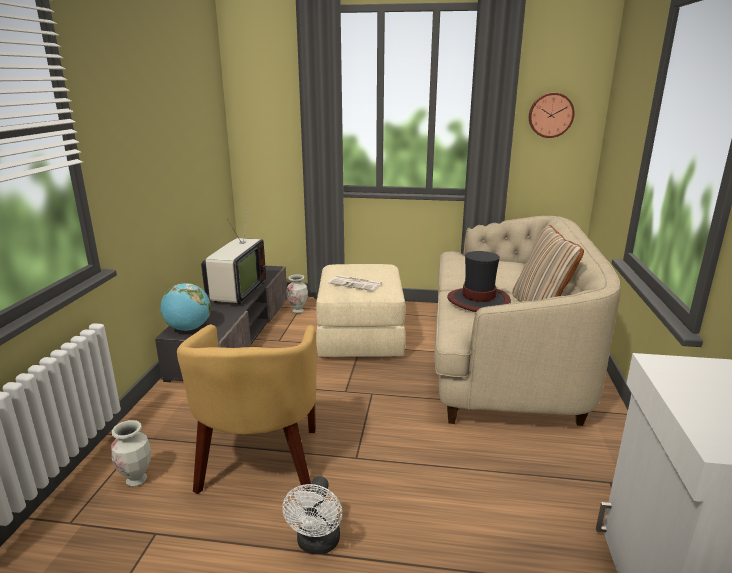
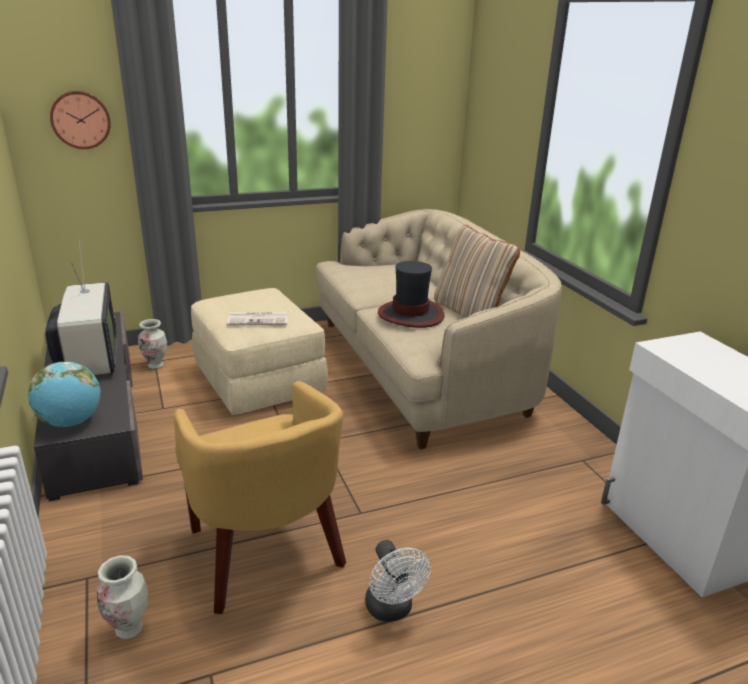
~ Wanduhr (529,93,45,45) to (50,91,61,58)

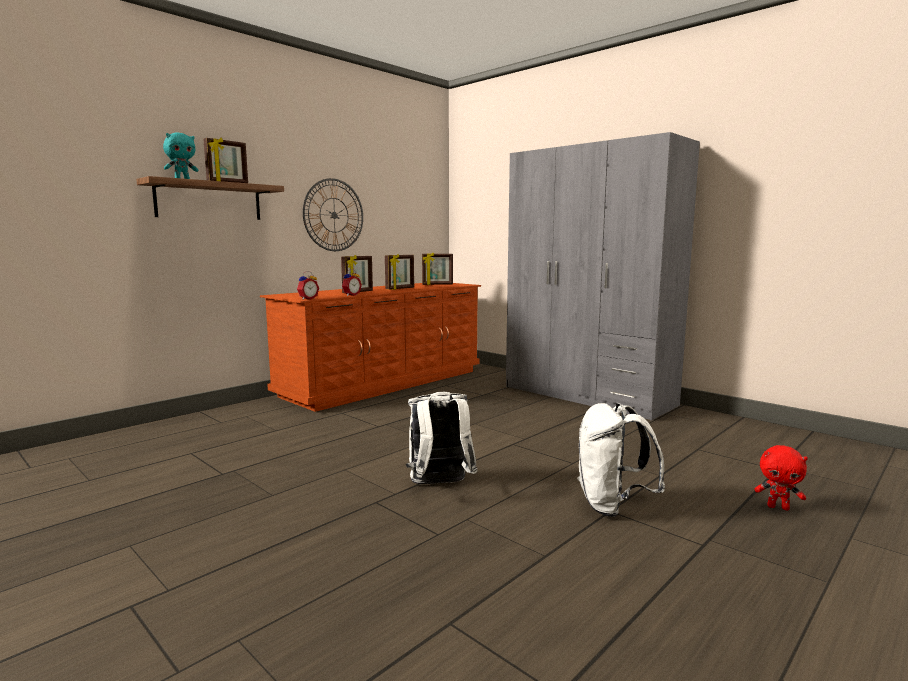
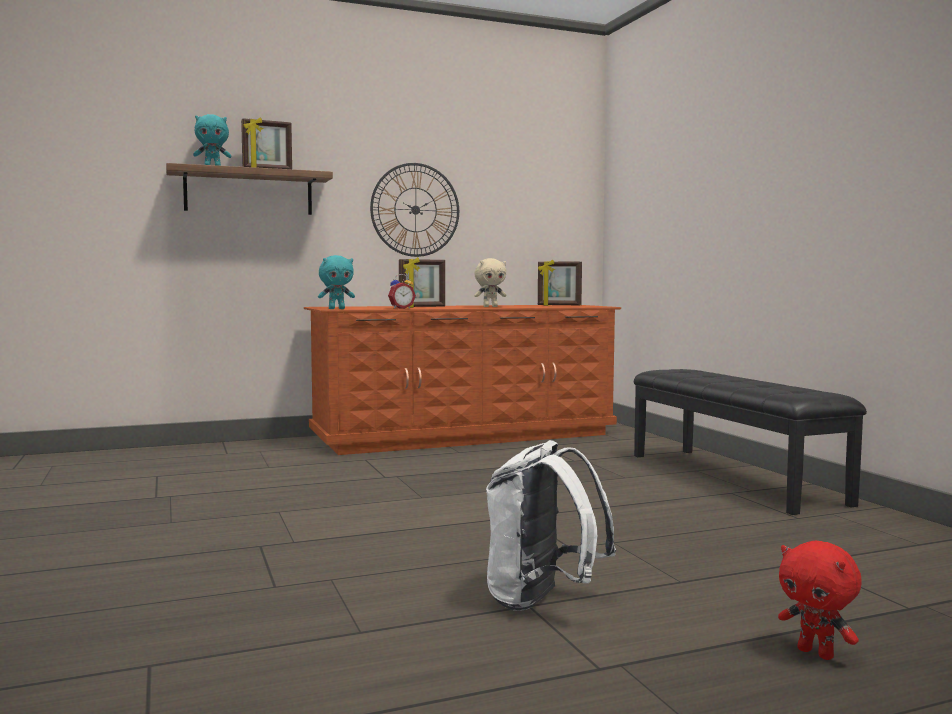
- Rucksack [weiß] (406,392,72,93)
~ Wecker (297,271,22,29) to Plüschtier [türkis] (318,255,37,54)
~ Bilderrahmen (385,254,29,36) to Plüschtier [beige] (474,258,32,49)
~ Kleiderschrank [grau] (506,132,194,289) to Bank [schwarz] (634,369,233,146)

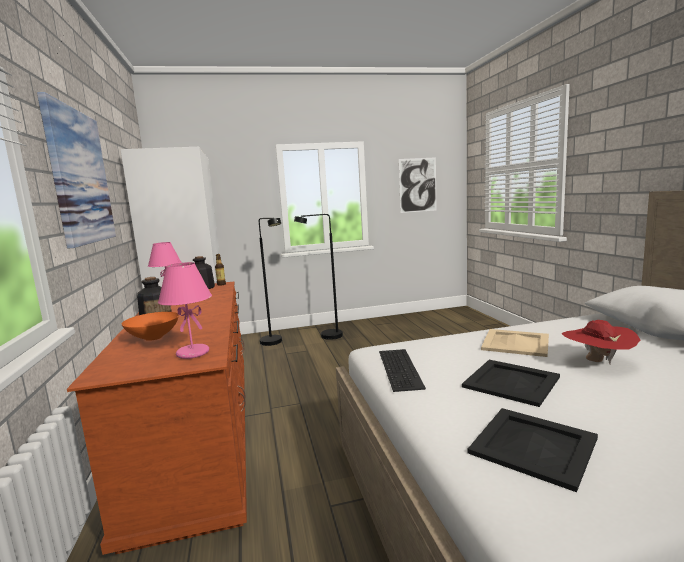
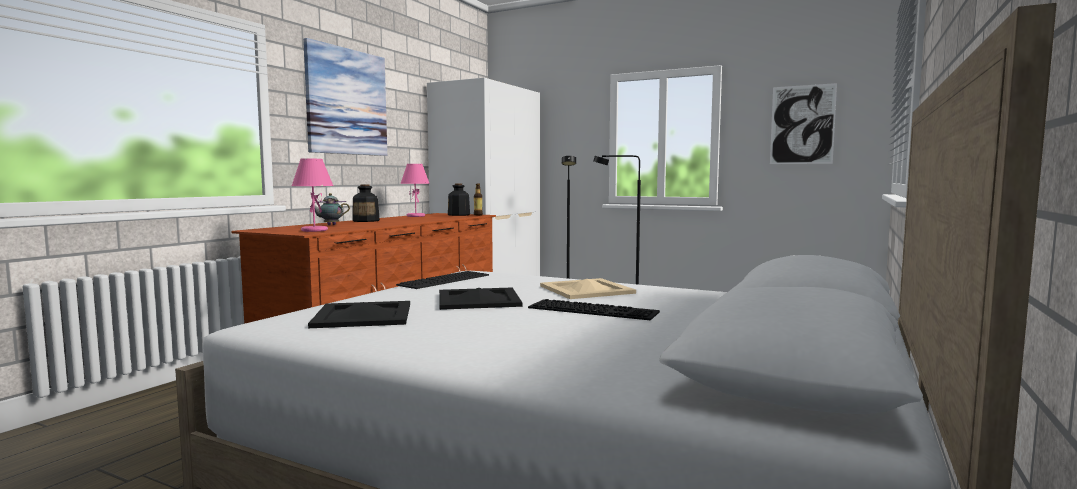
~ Schüssel [orange] (122,312,57,29) to Teekanne (310,193,40,32)
~ Hut [rot] (562,320,78,45) to Tastatur (528,299,132,22)

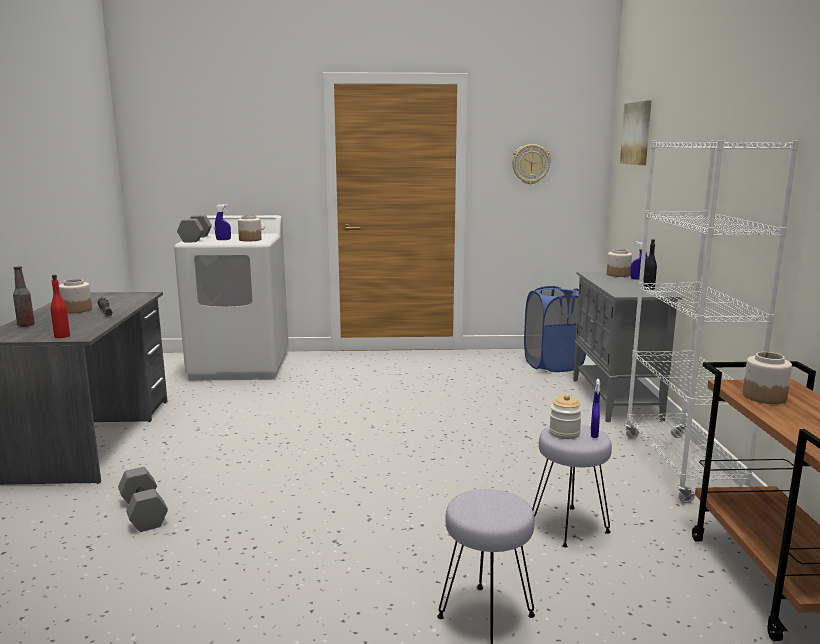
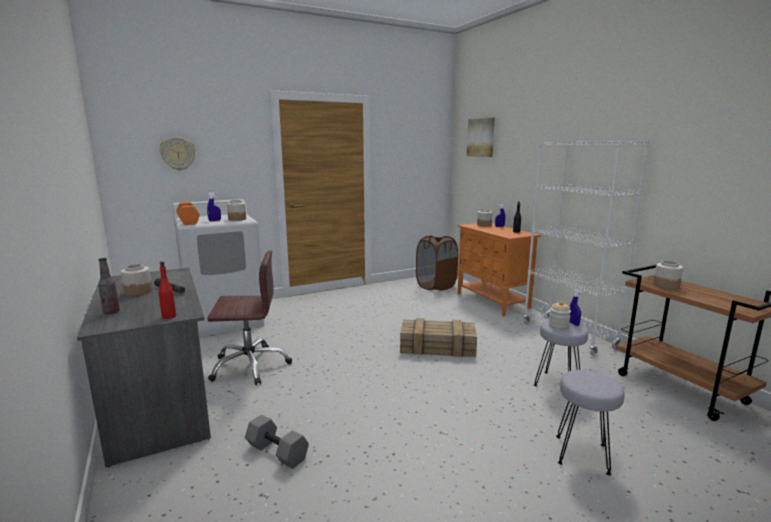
+ Bürostuhl [braun] (207,250,85,135)
+ Kiste (400,318,77,39)
~ Wanduhr (512,144,39,41) to (160,137,36,34)
~ Hantel [grau] (177,215,35,27) to Hantel [orange] (176,202,24,23)
~ Wäschekorb [blau] (524,286,62,86) to Wäschekorb [braun] (416,236,42,55)
~ Schrank [grau] (573,271,110,151) to Schrank [orange] (458,223,83,93)

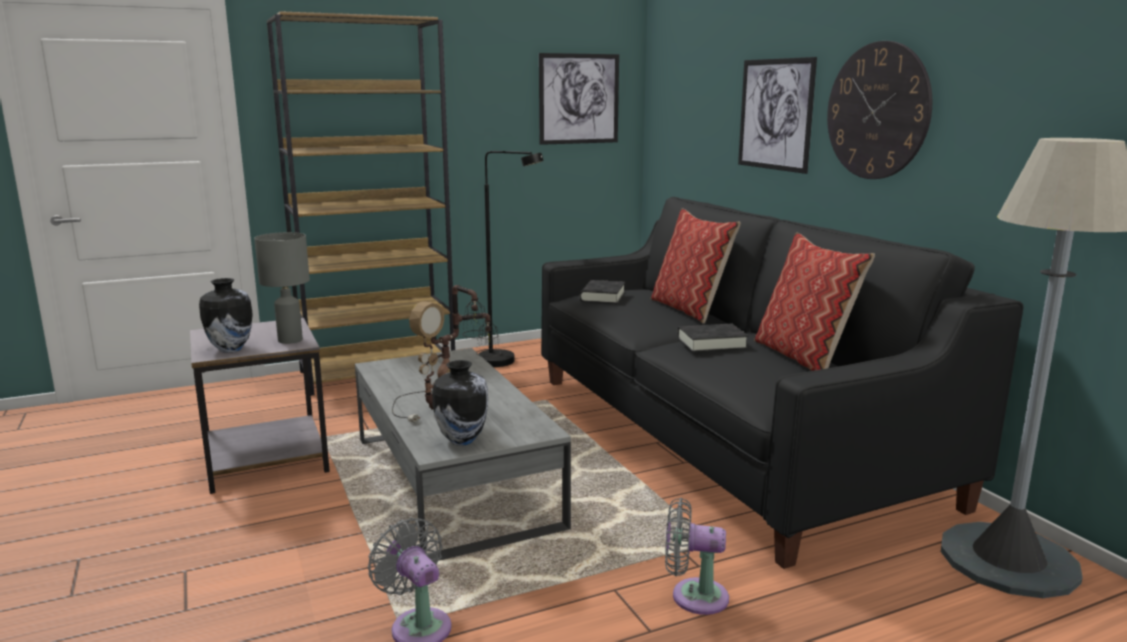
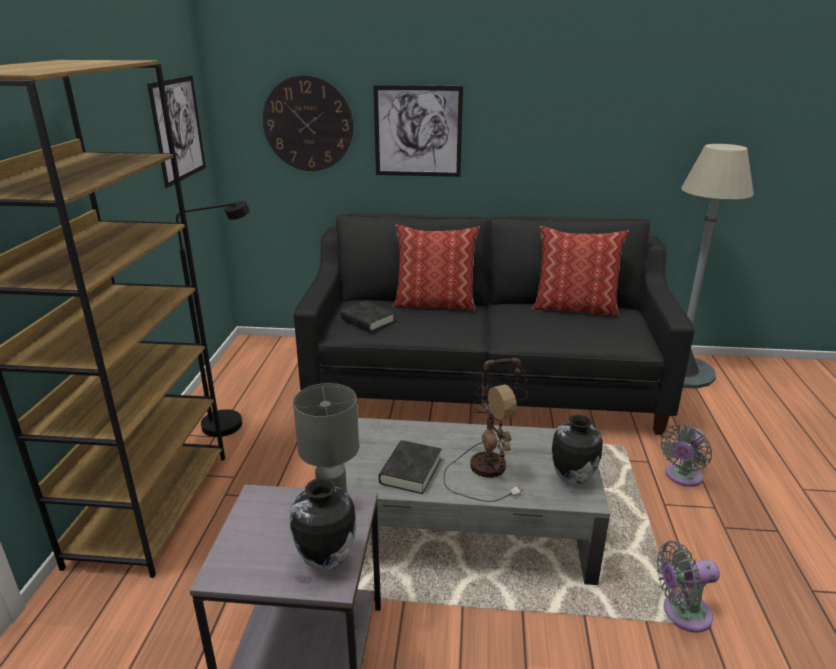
~ Buch [schwarz] (677,324,72,28) to (378,440,63,54)
~ Wanduhr (827,41,105,138) to (263,75,90,96)

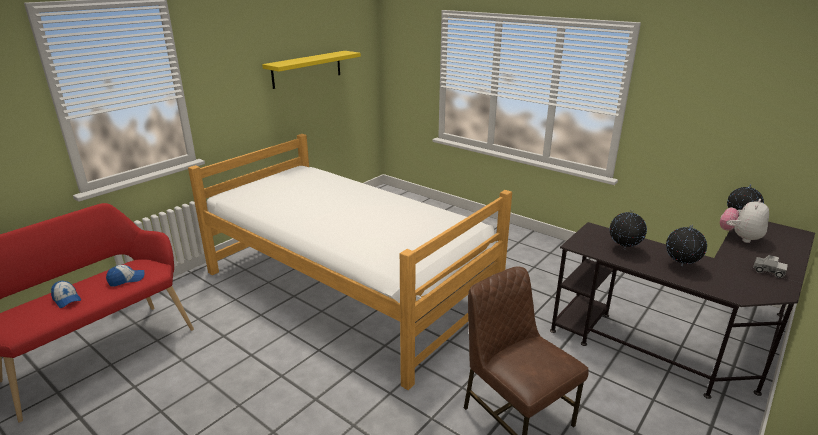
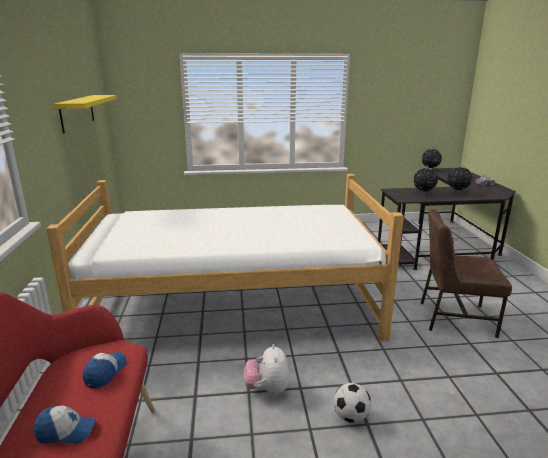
+ Fußball (333,383,38,40)
~ Plüschtier (720,199,49,44) to (244,344,46,51)

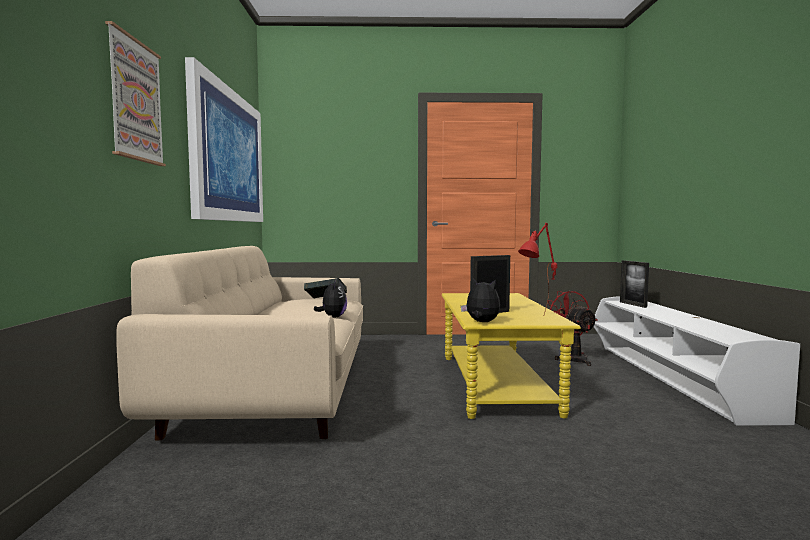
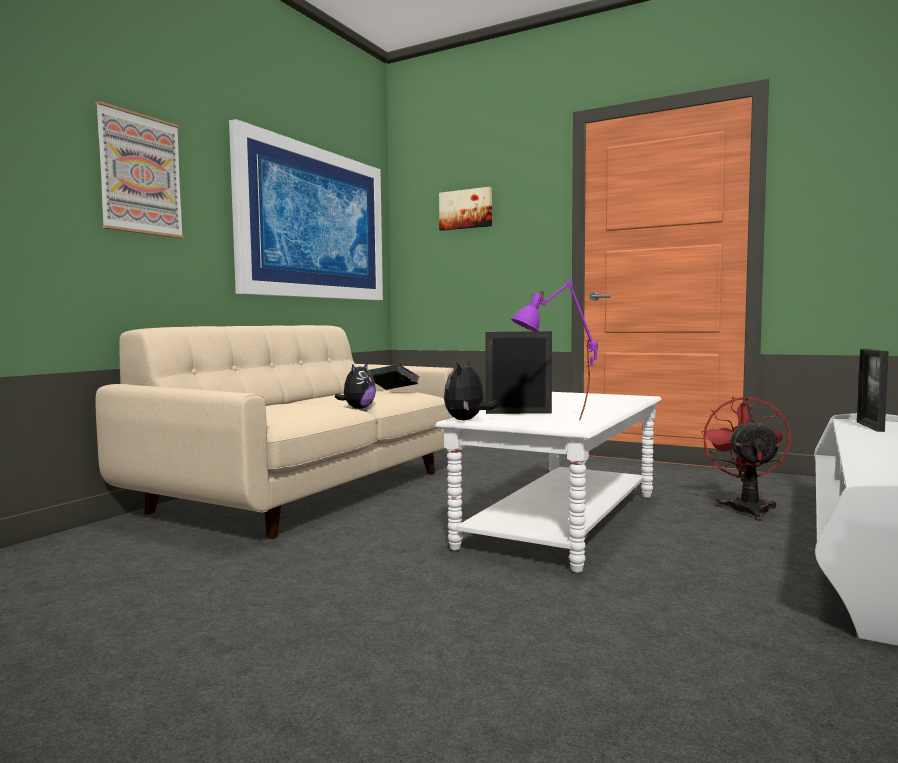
+ Bild (439,187,53,44)
~ Couchtisch [gelb] (442,293,139,126) to Couchtisch [weiß] (435,392,226,180)
~ Tischlampe [rot] (518,223,40,92) to Tischlampe [lila] (511,280,87,140)
~ Plüschtier (461,279,39,43) = (444,361,54,59) 135 degrees counterclockwise

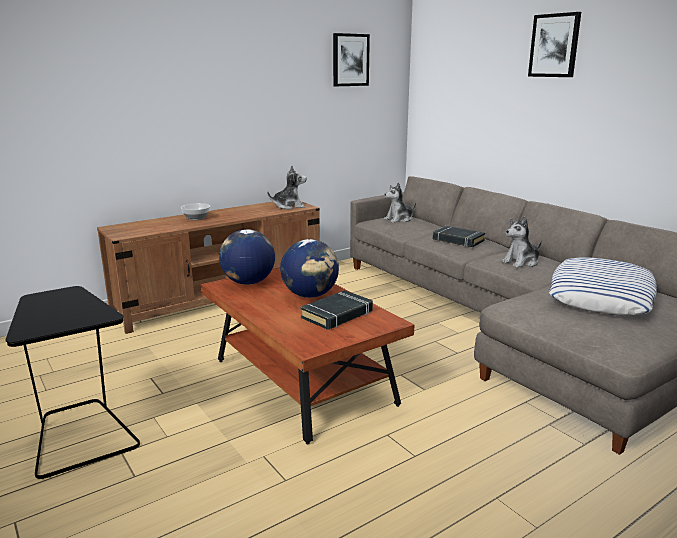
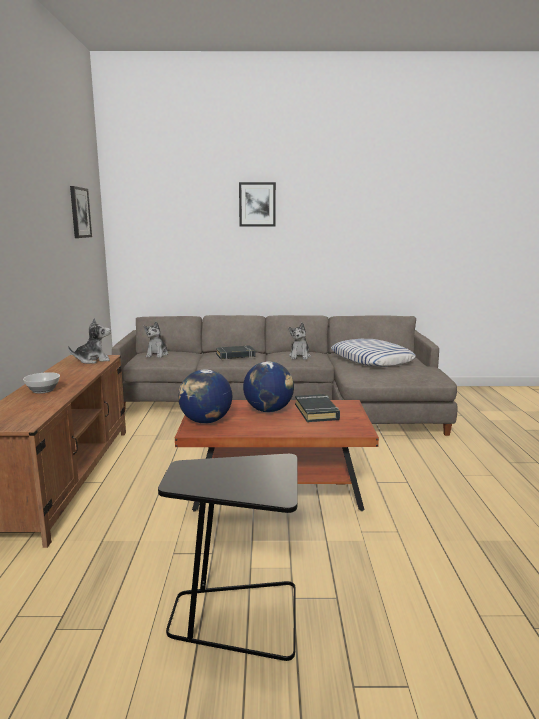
~ Plüschtier (267,166,40,43) = (68,318,43,46) 45 degrees clockwise

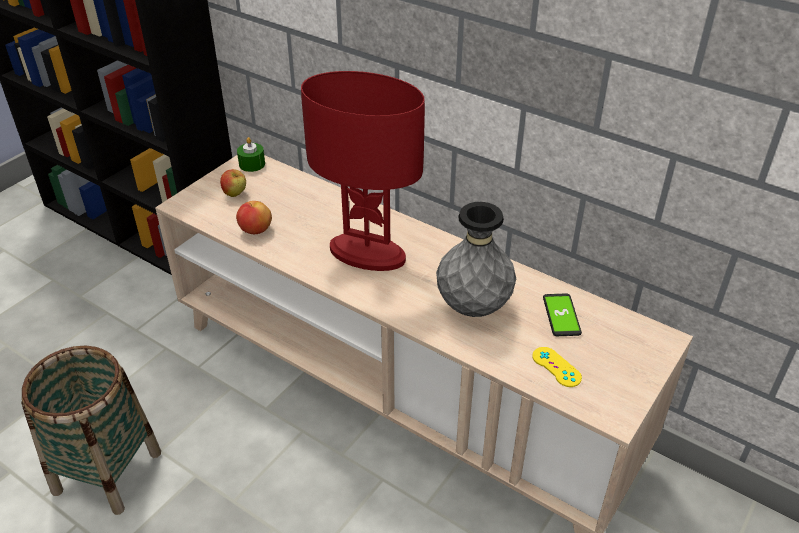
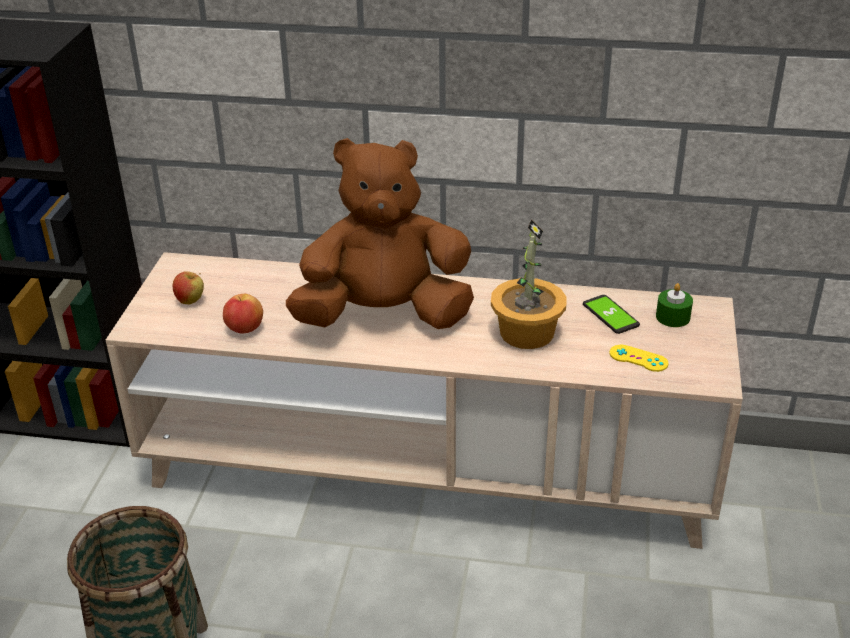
~ Kerze [grün] (237,137,28,35) to (656,283,37,44)
~ Tischlampe [rot] (301,71,124,200) to Plüschtier [braun] (286,138,188,191)
~ Vase [grau] (436,202,80,115) to Topfpflanze (491,220,75,129)

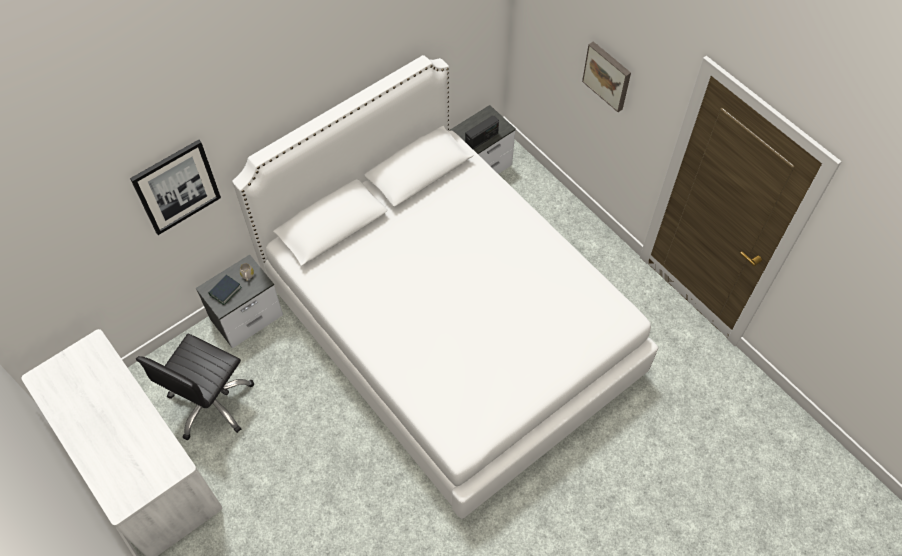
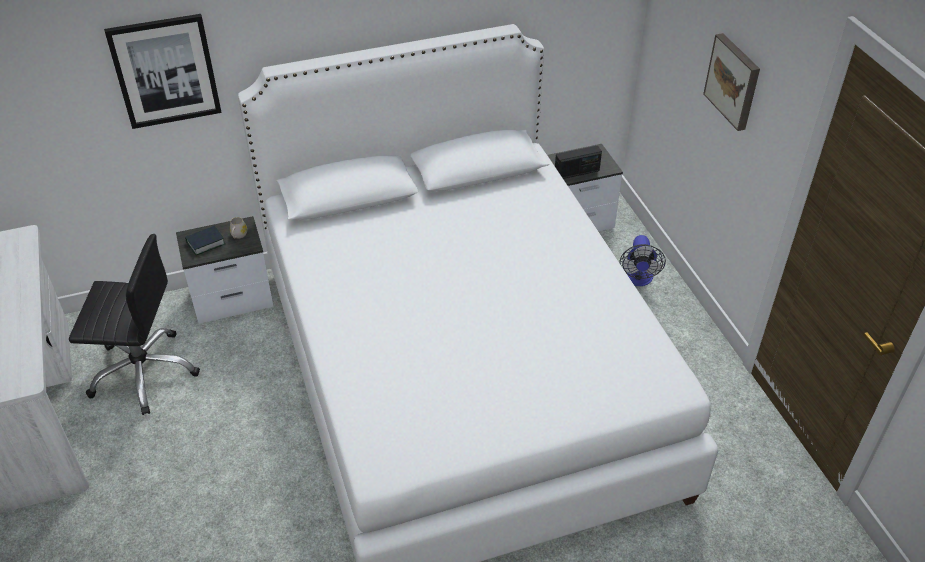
+ Ventilator (620,235,46,51)
~ Bürostuhl [schwarz] (136,334,118,106) = (69,234,131,181) 135 degrees counterclockwise

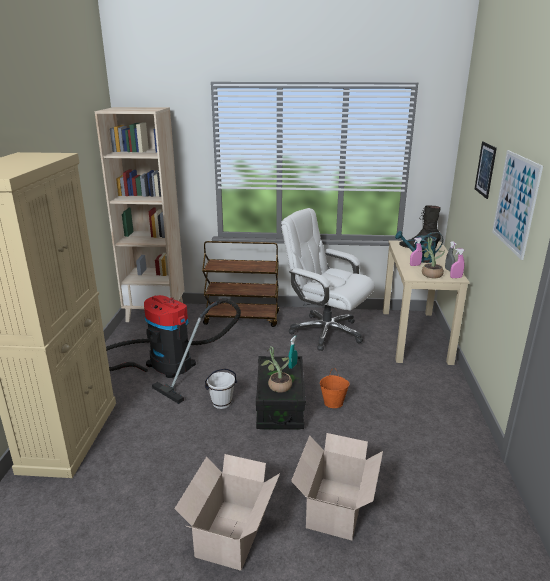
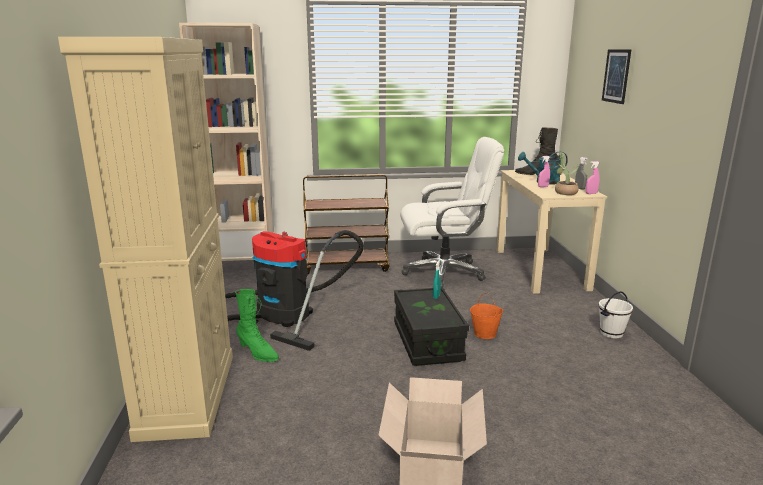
- Topfpflanze (261,346,31,47)
- Karton (291,433,92,107)
- Bild (492,150,51,110)
+ Stiefel [grün] (235,289,44,73)
~ Eimer [weiß] (205,368,32,41) to (599,291,34,48)
~ Bürostuhl [weiß] (281,208,94,143) = (400,137,104,150) 150 degrees clockwise

